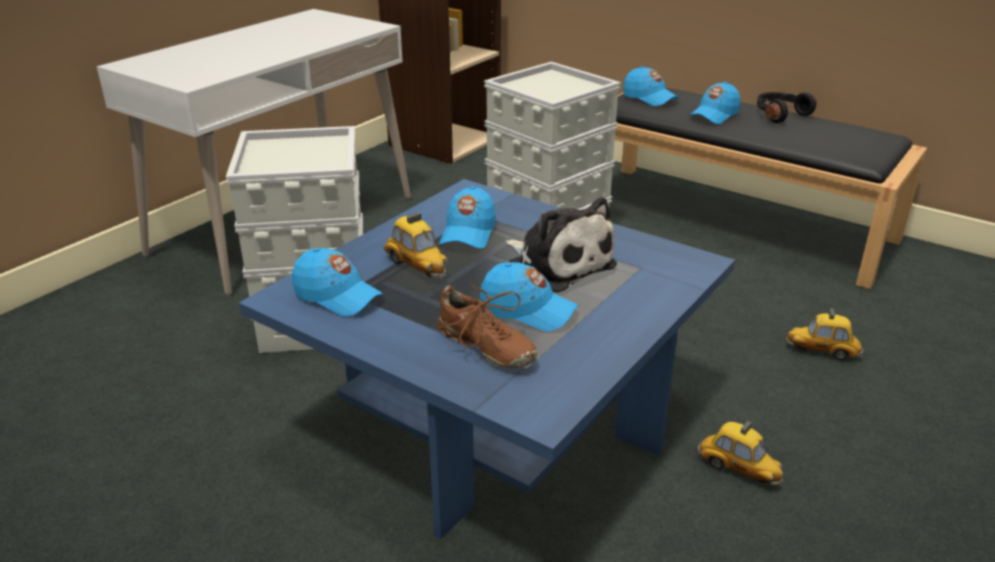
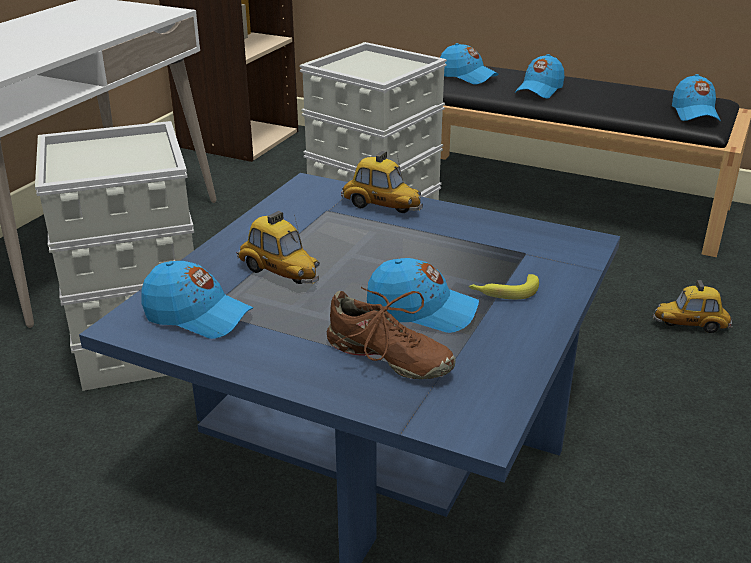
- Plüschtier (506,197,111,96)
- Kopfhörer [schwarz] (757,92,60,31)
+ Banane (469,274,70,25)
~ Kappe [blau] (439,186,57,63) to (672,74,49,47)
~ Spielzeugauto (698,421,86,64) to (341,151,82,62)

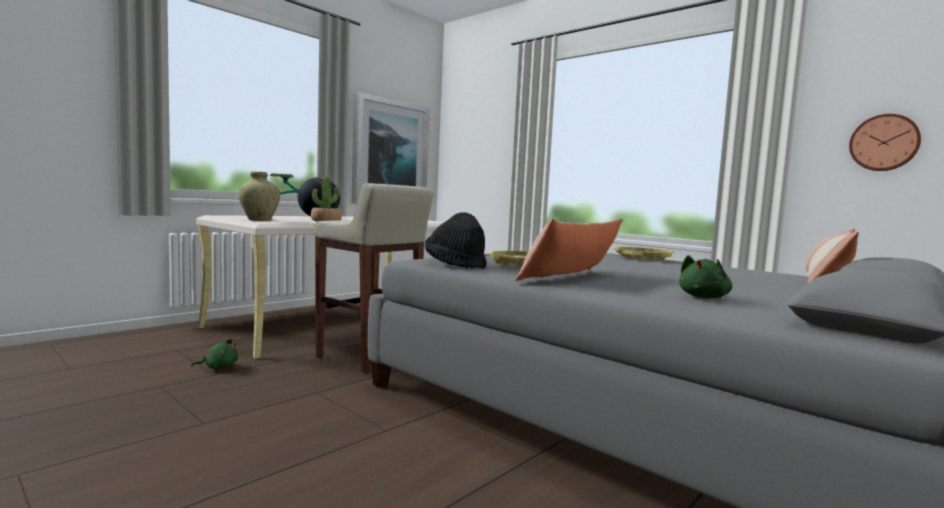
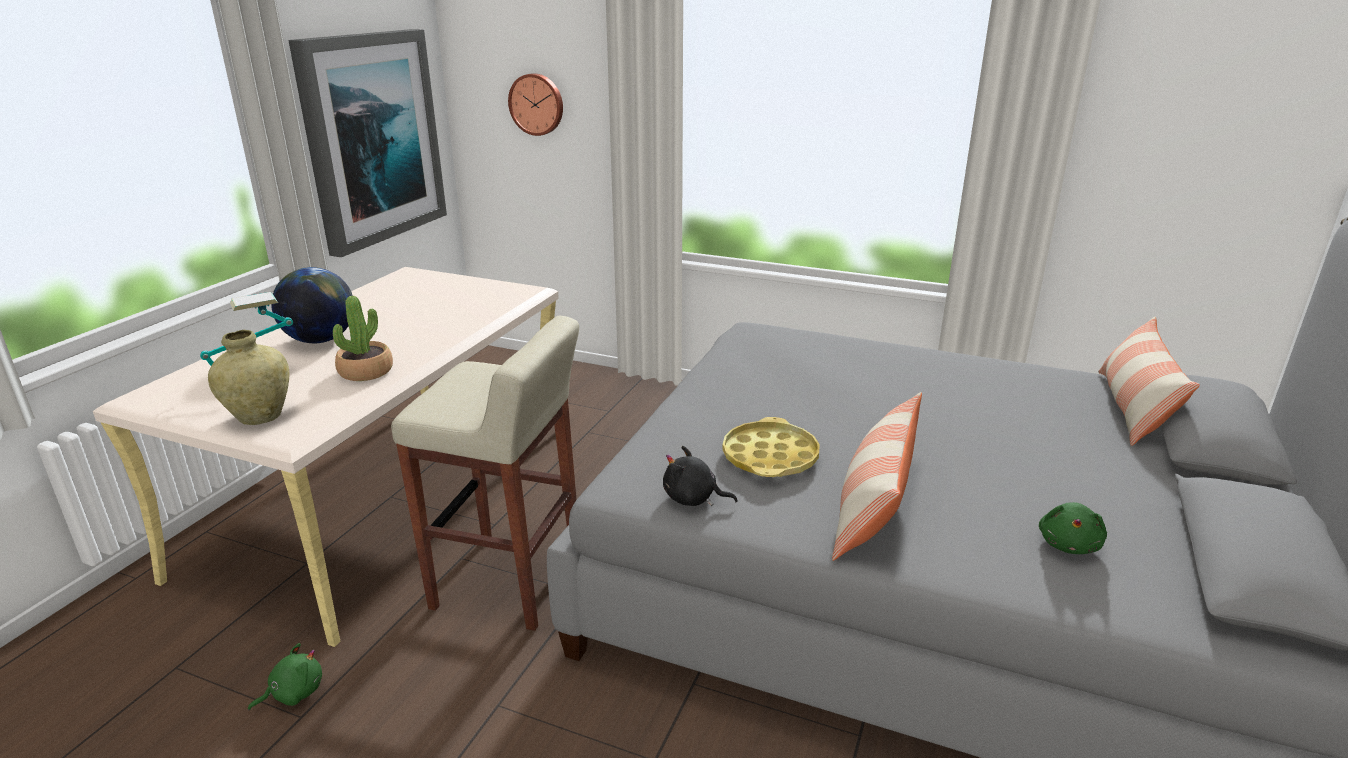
- Tablett [gelb] (613,247,62,13)
~ Wanduhr (849,114,72,57) to (508,73,55,63)
~ Hut [schwarz] (425,212,62,57) to Plüschtier [schwarz] (663,446,75,60)

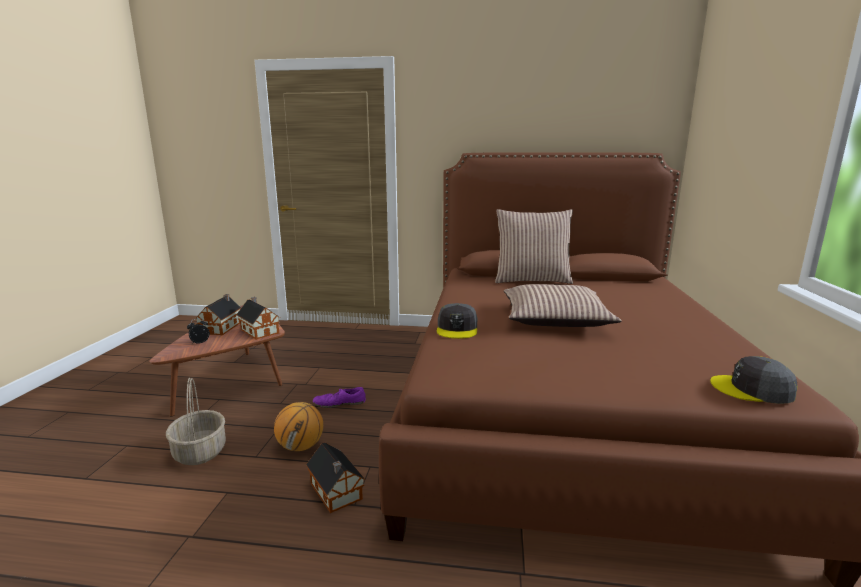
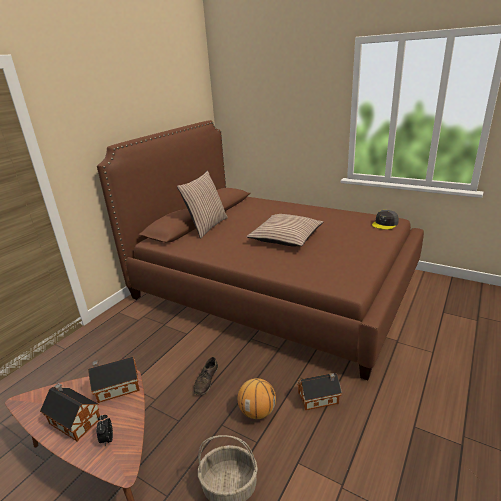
- Kappe [grau] (437,303,40,36)
~ Schuh [lila] (313,387,53,21) to Schuh [braun] (193,357,25,38)

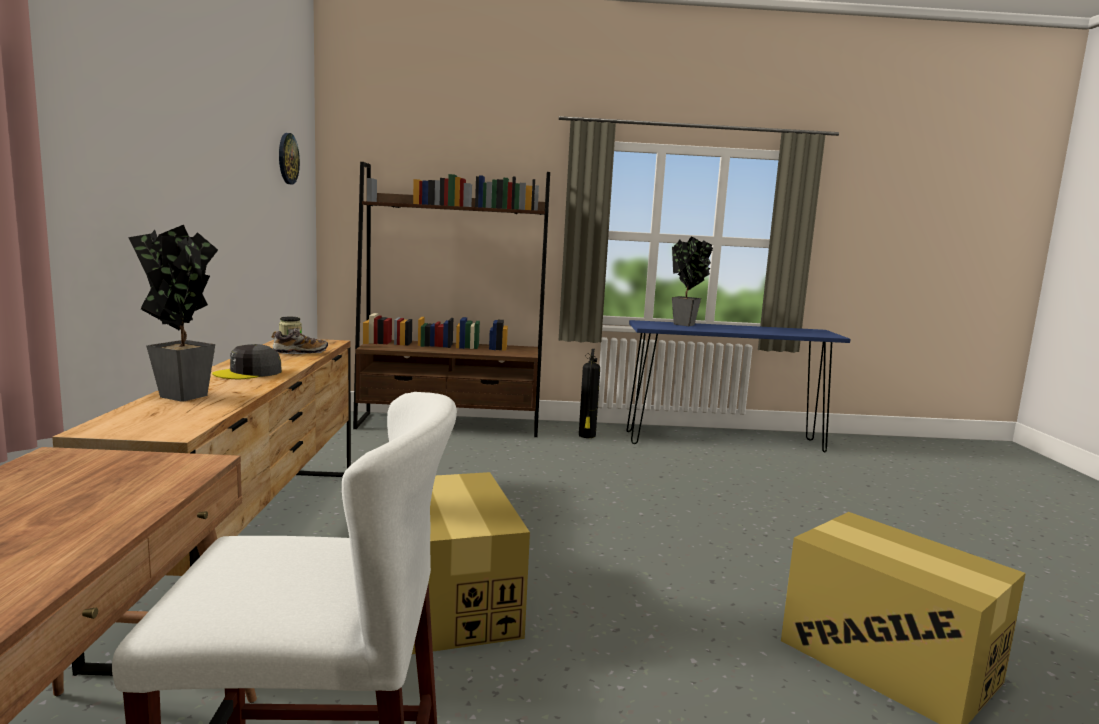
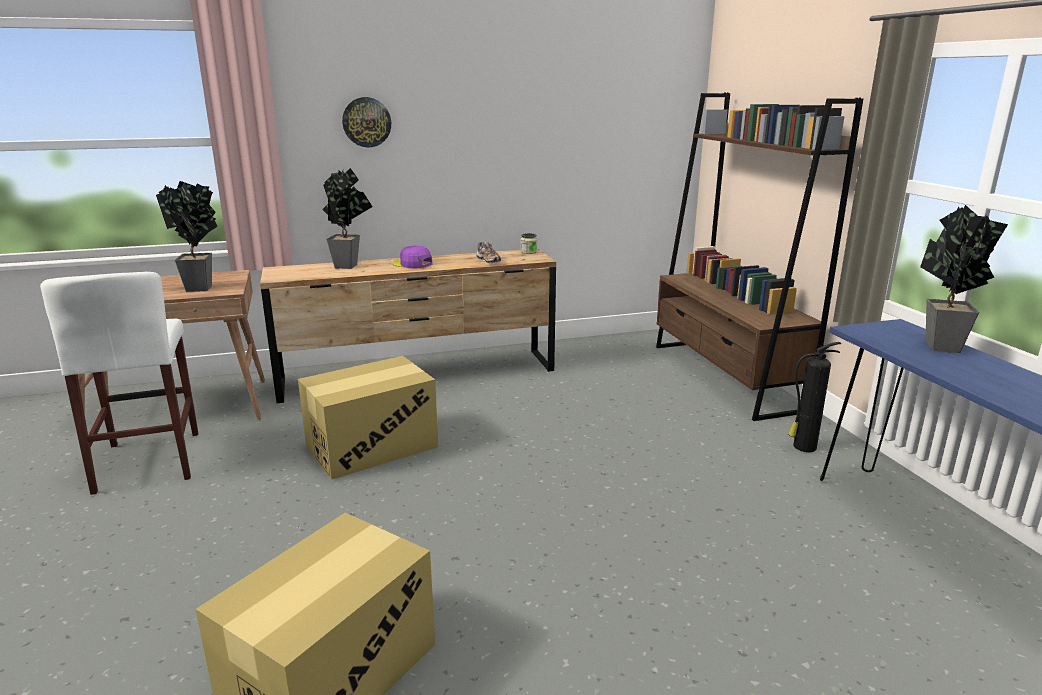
+ Topfpflanze (156,181,62,111)
~ Wanduhr (279,133,21,52) to (342,97,49,50)
~ Kappe [grau] (212,344,70,35) to Kappe [lila] (392,246,41,22)

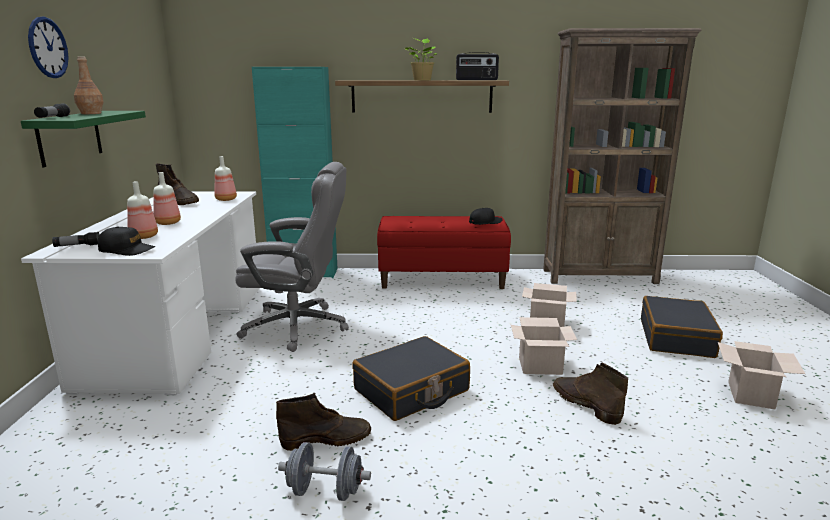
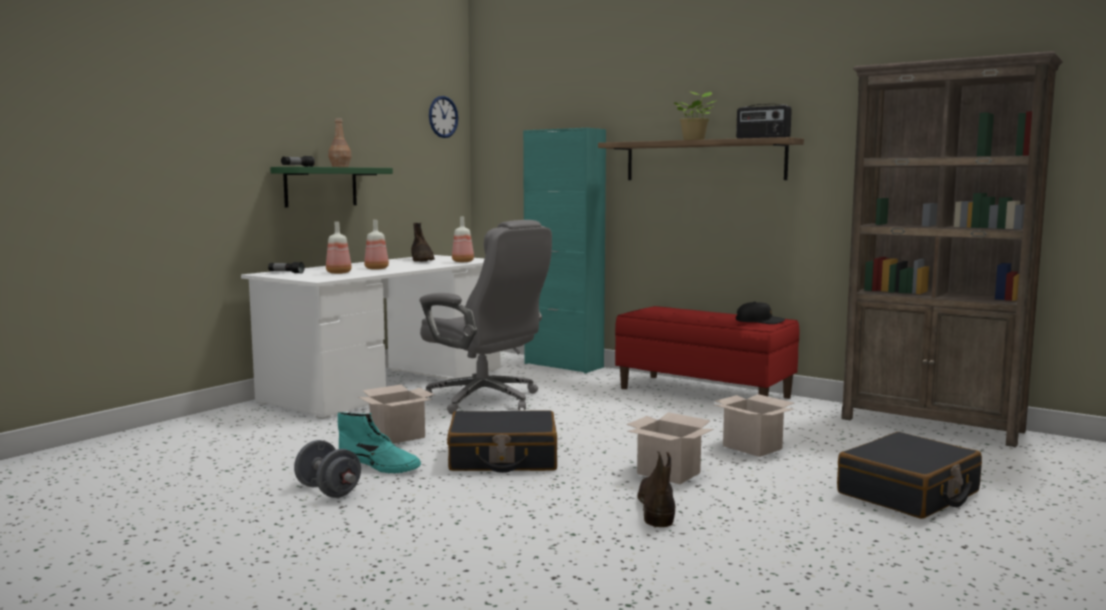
- Kappe [schwarz] (98,226,57,30)
~ Wanduhr (28,17,41,61) to (429,96,29,42)
~ Karton (718,341,87,68) to (358,384,77,60)
~ Stiefel [braun] (276,393,95,58) to Stiefel [türkis] (338,412,83,62)

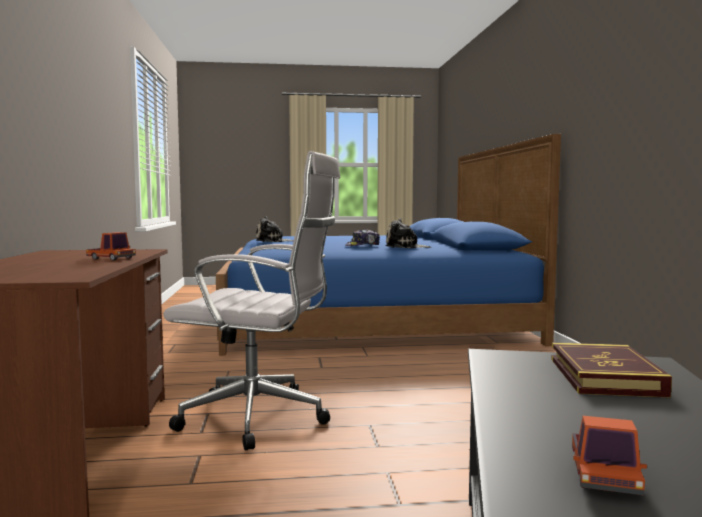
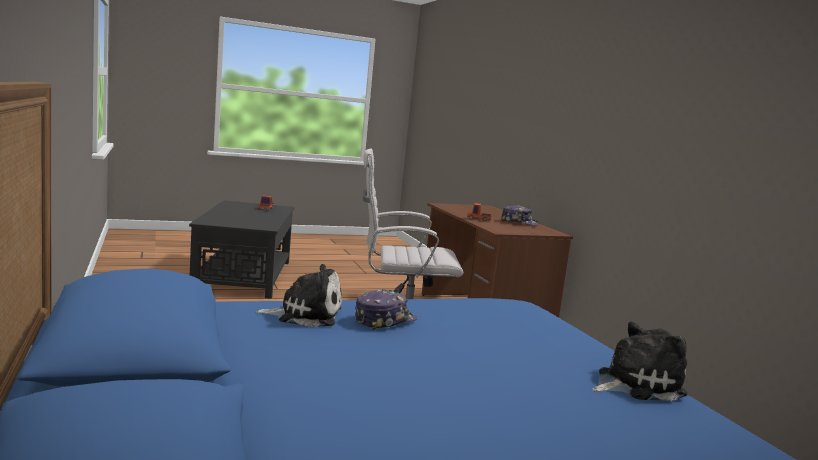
- Buch (551,343,121,55)
+ Kappe (501,205,38,20)

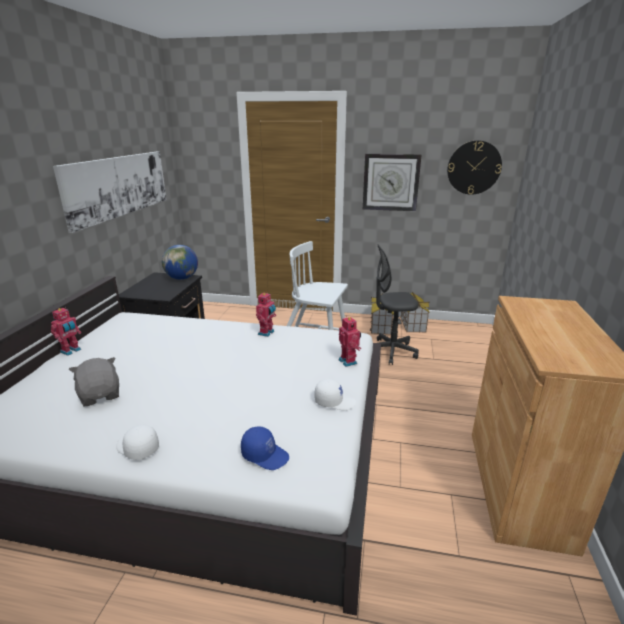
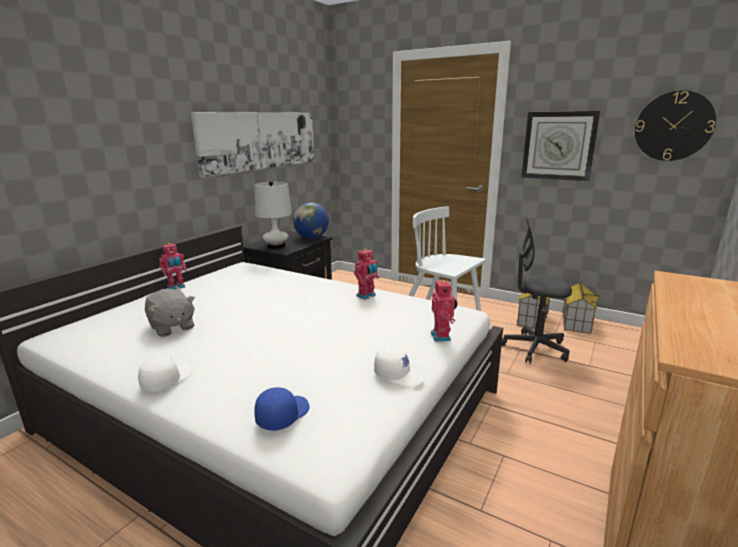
+ Tischlampe [weiß] (254,181,38,68)
~ Plüschtier [grau] (69,357,50,49) = (145,289,50,48) 150 degrees clockwise
~ Kappe [weiß] (116,425,43,35) = (138,356,54,36) 60 degrees clockwise
~ Kappe [blau] (241,427,48,43) = (254,387,55,44) 105 degrees counterclockwise

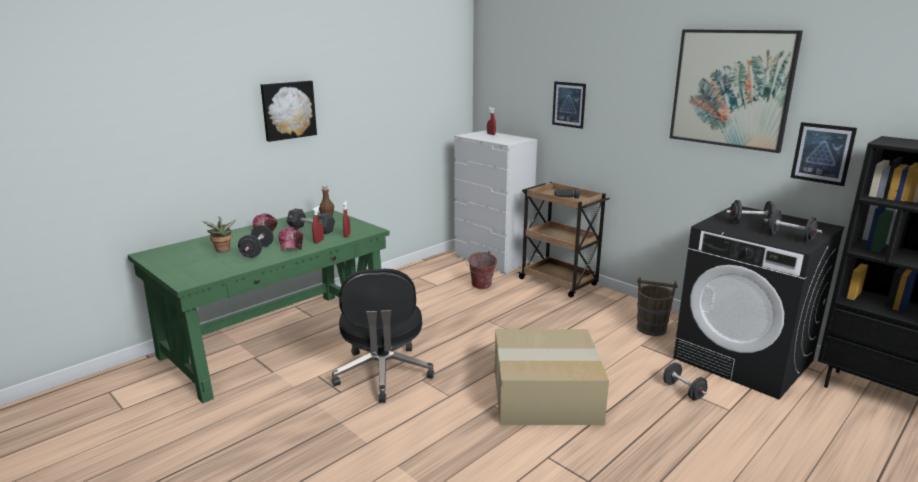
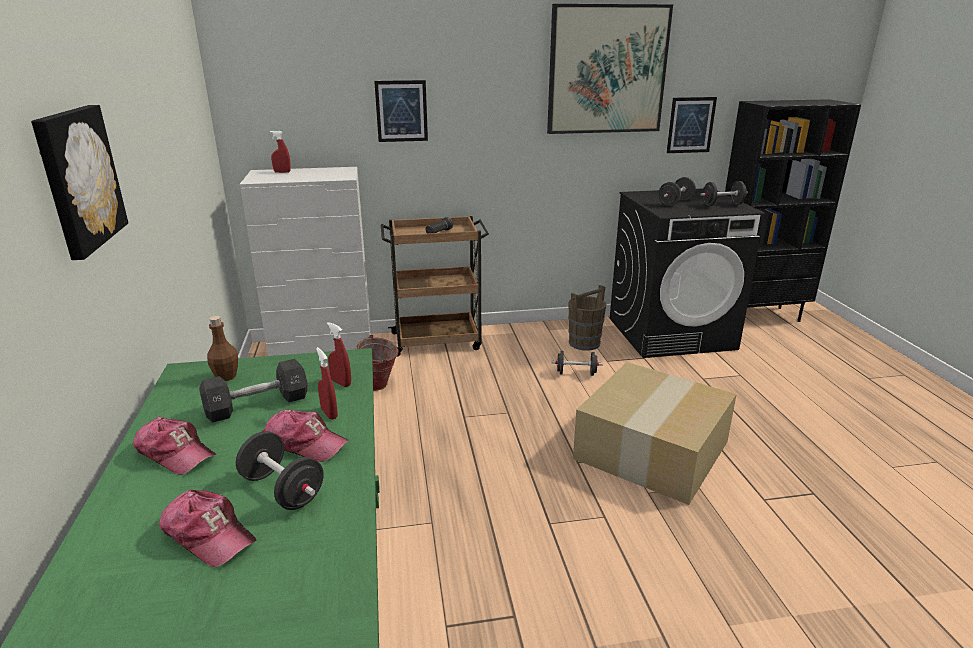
- Bürostuhl [schwarz] (332,269,102,134)
~ Hantel [schwarz] (663,362,45,39) to (552,351,51,25)
~ Topfpflanze (202,216,34,36) to Kappe (159,490,97,77)

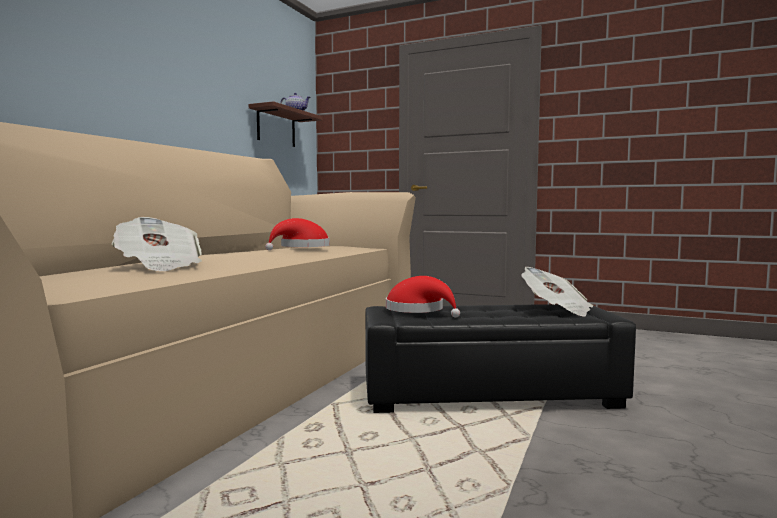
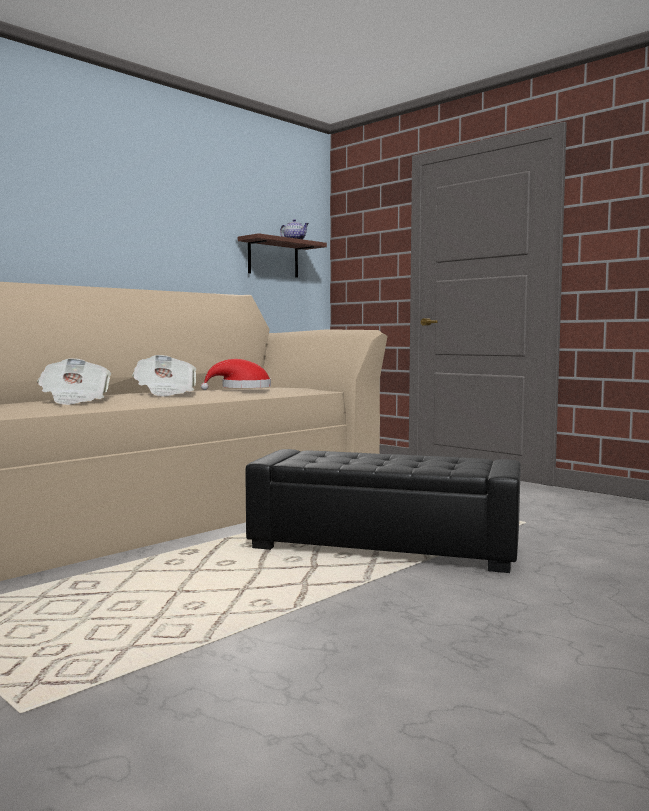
- Hut [rot] (386,276,74,42)
~ Zeitung (521,267,72,50) to (132,355,64,42)

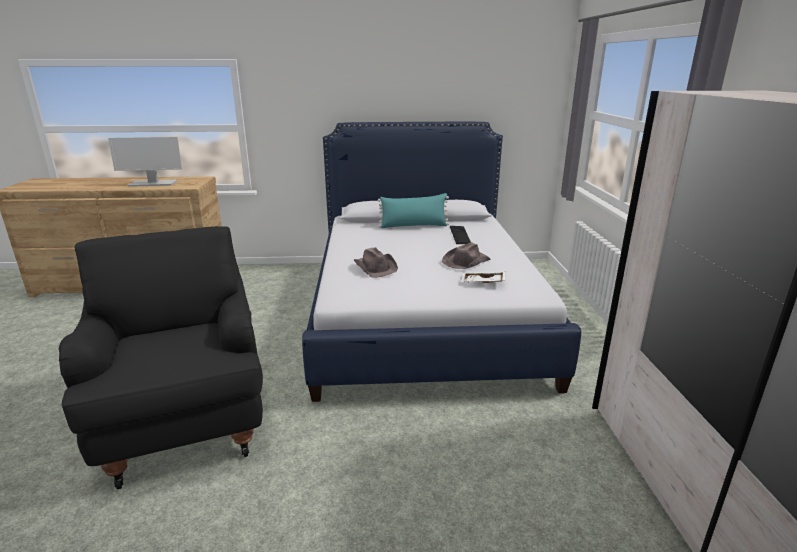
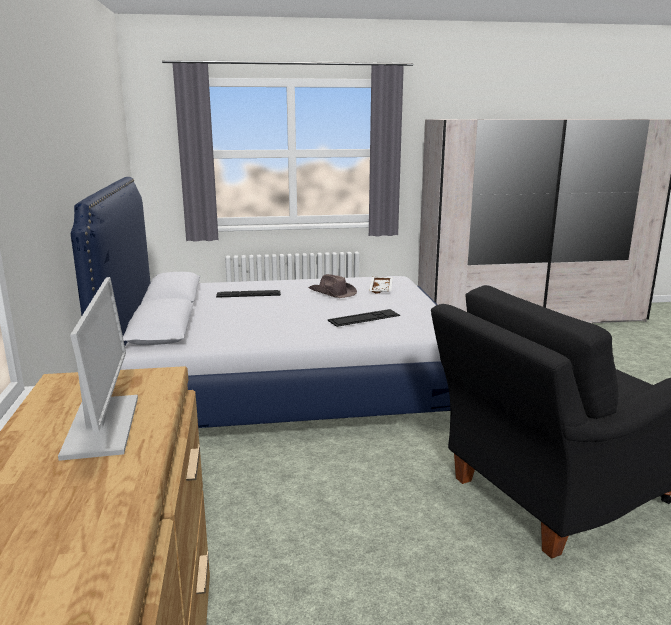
- Kissen [türkis] (378,193,71,35)
~ Hut [braun] (354,247,44,31) to Tastatur (328,309,72,18)

